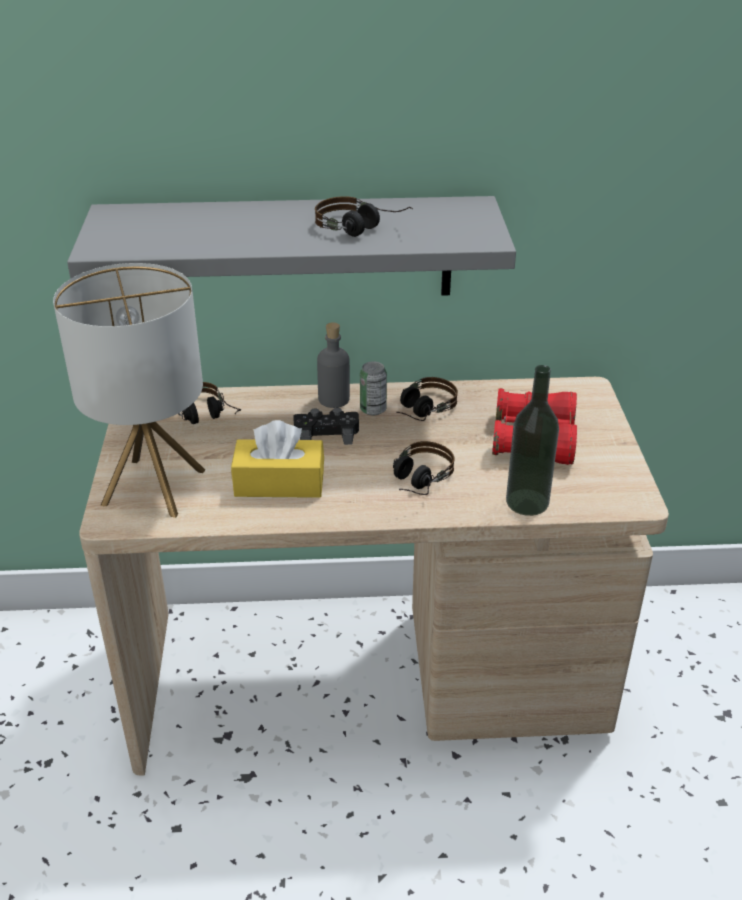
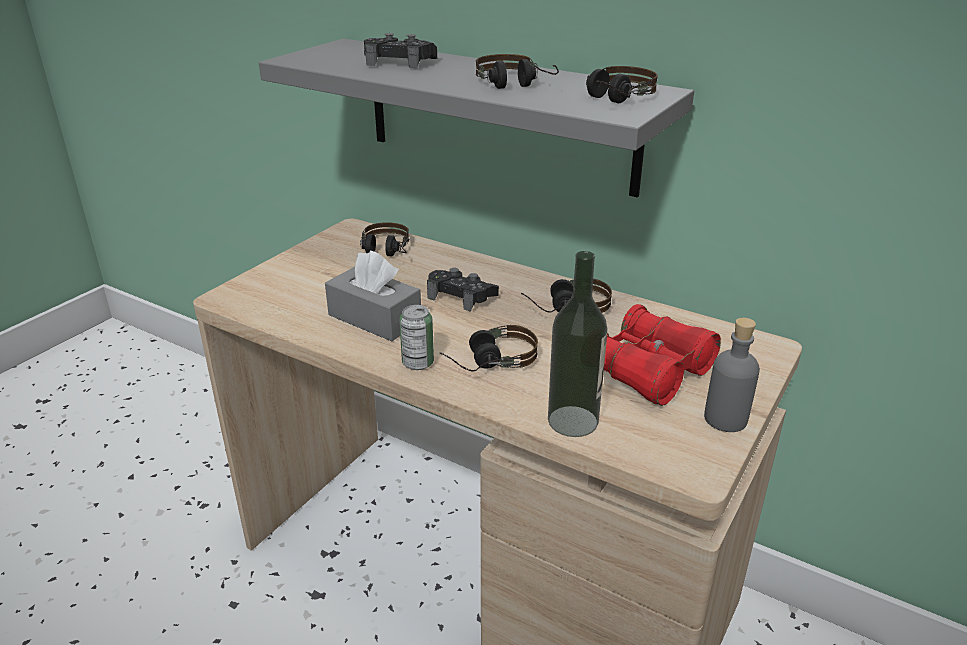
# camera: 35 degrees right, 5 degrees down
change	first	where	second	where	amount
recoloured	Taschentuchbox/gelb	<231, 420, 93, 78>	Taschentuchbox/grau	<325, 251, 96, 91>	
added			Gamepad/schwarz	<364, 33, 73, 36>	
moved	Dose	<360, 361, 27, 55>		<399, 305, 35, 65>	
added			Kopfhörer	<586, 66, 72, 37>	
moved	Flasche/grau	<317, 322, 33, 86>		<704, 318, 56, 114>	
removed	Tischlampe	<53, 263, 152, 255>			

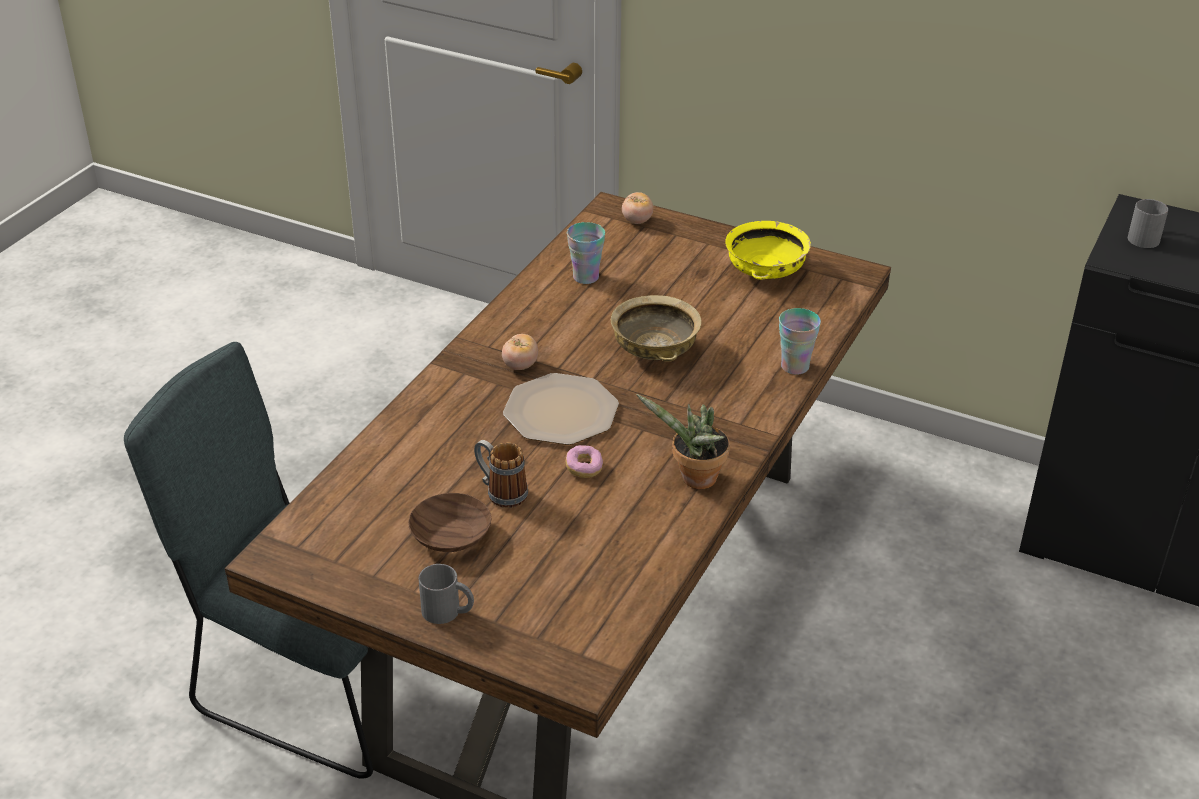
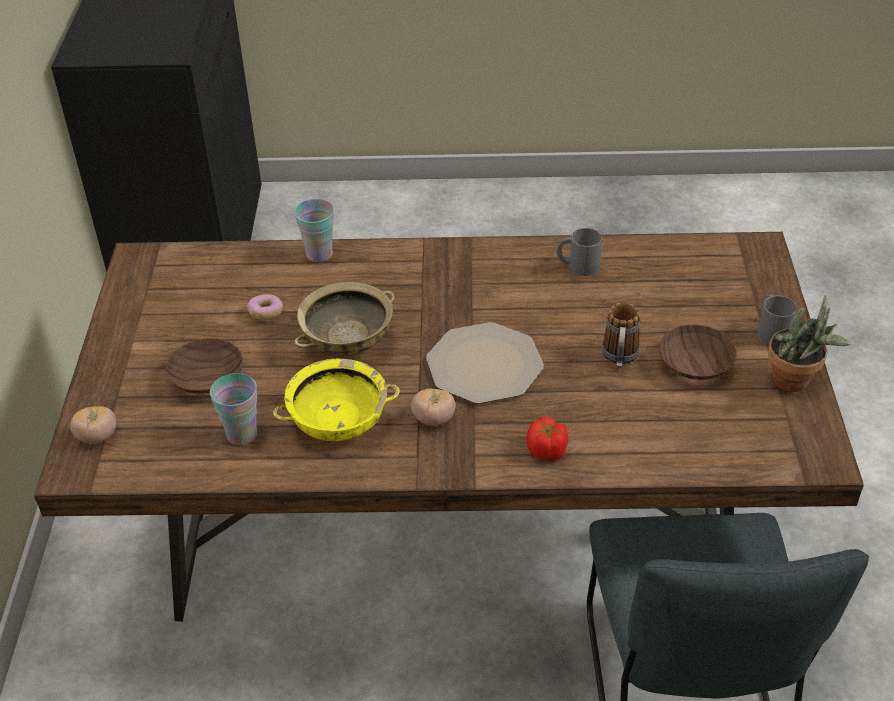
# camera: 115 degrees left, 5 degrees up
change	first	where	second	where	amount
added			Schüssel/braun	<166, 338, 77, 56>	
moved	Donut	<566, 445, 37, 33>		<247, 294, 36, 26>	
moved	Schüssel/gelb	<725, 221, 86, 59>		<273, 359, 127, 82>	
added			Tomate	<527, 417, 41, 43>	
moved	Henkelbecher/grau	<1128, 199, 40, 49>		<557, 228, 45, 48>	
moved	Topfpflanze	<636, 394, 94, 95>		<768, 295, 83, 97>	

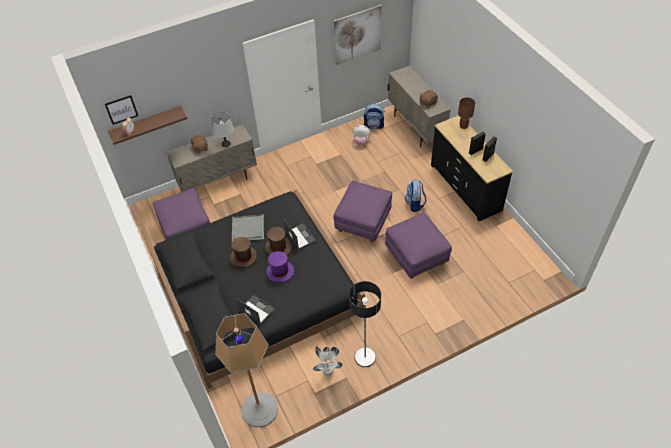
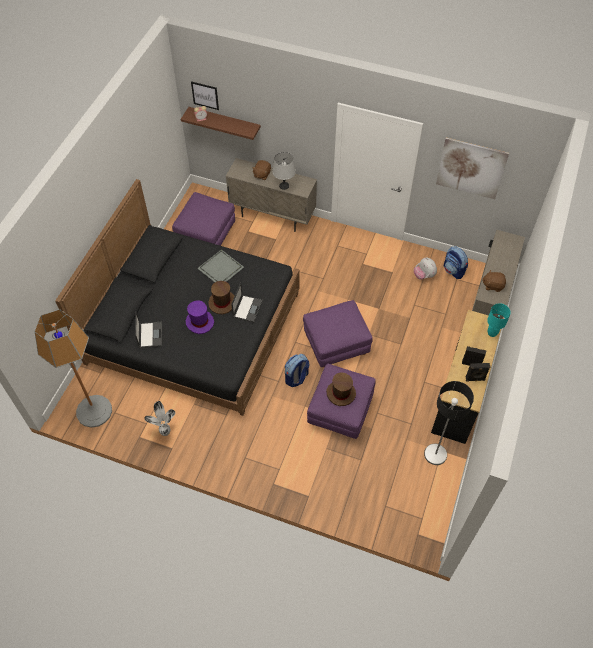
# camera: 45 degrees right, 5 degrees up
change	first	where	second	where	amount
moved	Rucksack	<405, 179, 21, 33>		<285, 354, 24, 33>	
moved	Hut/braun	<230, 237, 27, 31>		<326, 373, 30, 33>	
moved	Stehlampe	<349, 281, 32, 86>		<424, 381, 50, 84>	
recoloured	Tischlampe/braun	<458, 97, 17, 32>	Tischlampe/türkis	<487, 303, 24, 34>	

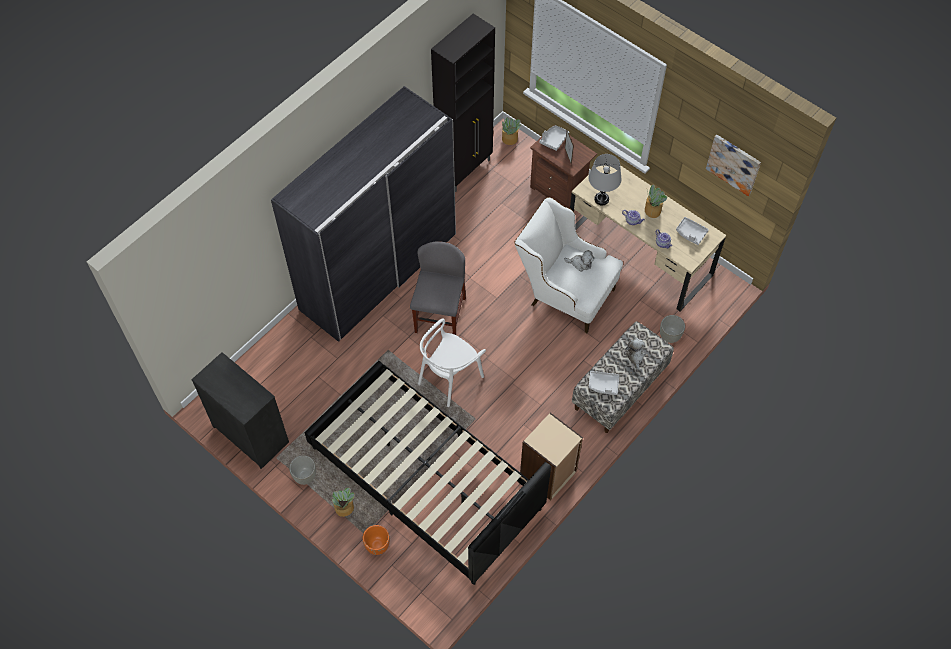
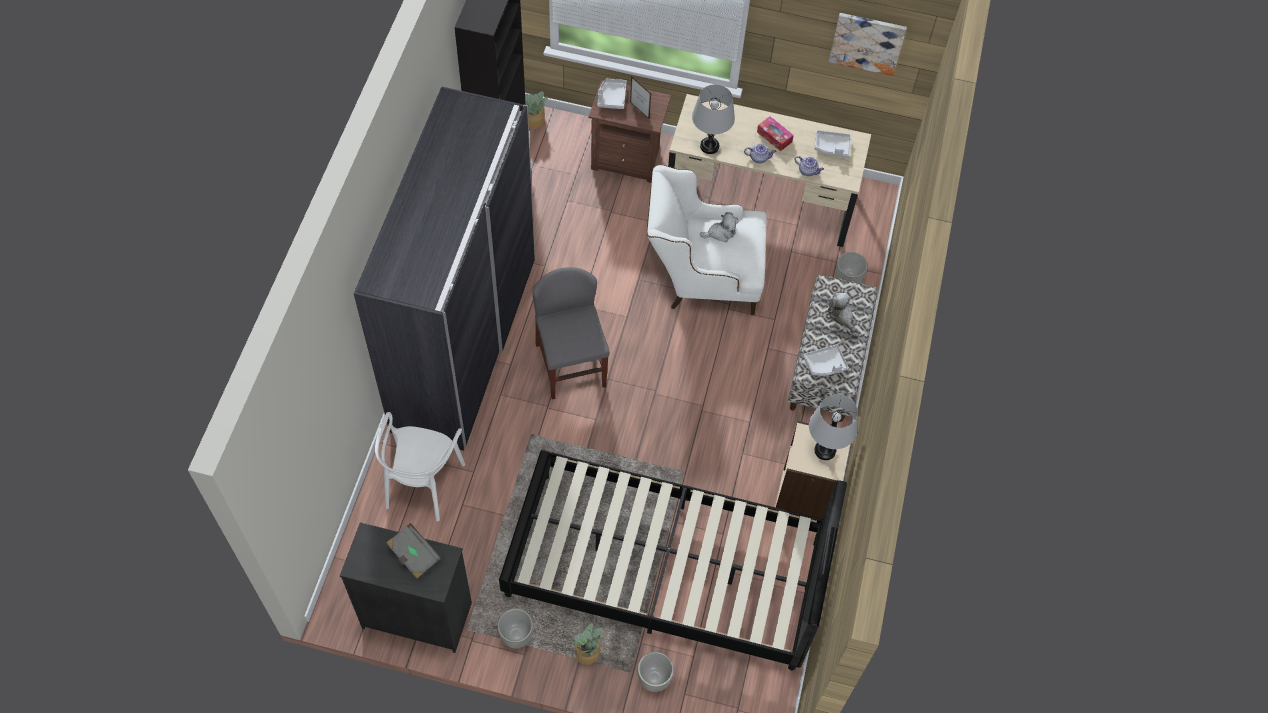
# camera: 30 degrees left, 0 degrees up
change	first	where	second	where	amount
moved	Stuhl/weiß	<418, 318, 68, 89>		<375, 412, 90, 109>	
added			Buch/grau	<386, 523, 55, 56>	
recoloured	Pflanzkübel/orange	<362, 525, 28, 30>	Pflanzkübel/grau	<637, 652, 37, 40>	
replaced	Topfpflanze	<645, 184, 22, 34>	Taschentuchbox	<757, 116, 37, 35>	
added			Tischlampe/grau	<809, 394, 49, 66>	

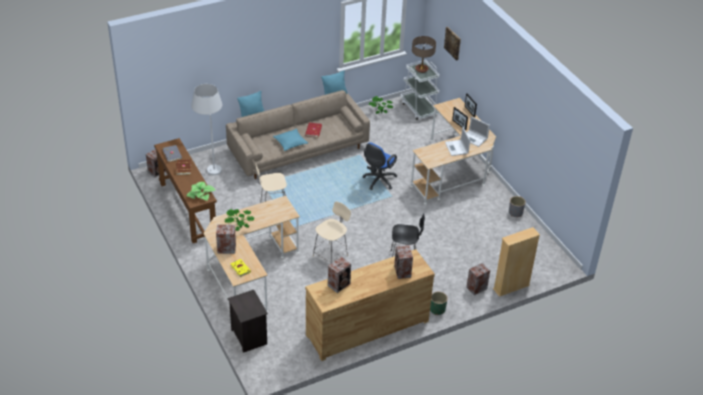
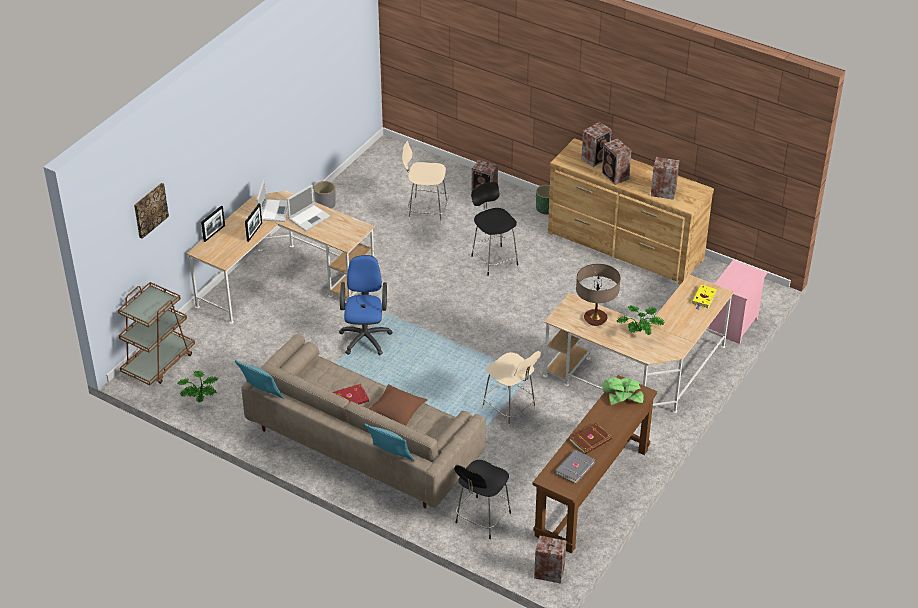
# camera: 120 degrees left, 0 degrees up
change	first	where	second	where	amount
recoloured	Rollwagen/weiß	<400, 60, 40, 60>	Rollwagen/braun	<118, 282, 77, 103>	
turned	Bürostuhl/blau	<362, 142, 35, 48>		<339, 255, 54, 100>	90 degrees counterclockwise
recoloured	Kissen/türkis	<273, 129, 35, 22>	Kissen/braun	<369, 384, 58, 42>	
moved	Stuhl/beige	<313, 201, 38, 62>		<402, 141, 47, 83>	
replaced	Stehlampe/weiß	<191, 84, 31, 91>	Stuhl/schwarz	<454, 460, 57, 79>	
moved	Tischlampe	<412, 36, 24, 37>		<576, 264, 44, 62>	
moved	Lautsprecher	<216, 225, 20, 29>		<602, 139, 29, 46>	
recoloured	Nachttisch/schwarz	<228, 290, 40, 63>	Nachttisch/rosa	<709, 260, 58, 84>	
removed	Bücherregal/beige	<493, 227, 47, 70>			

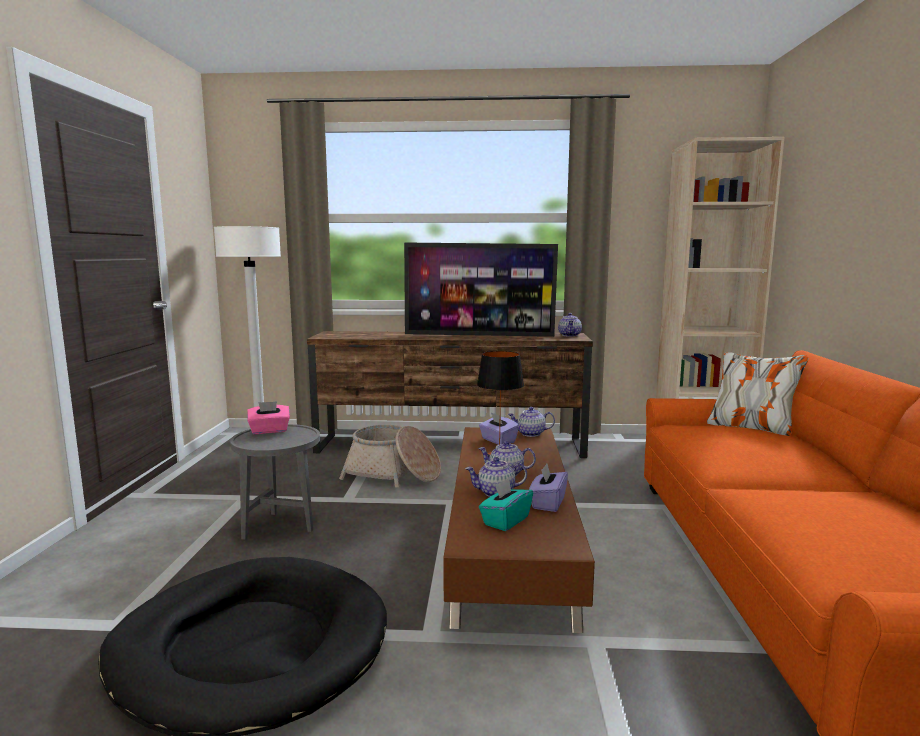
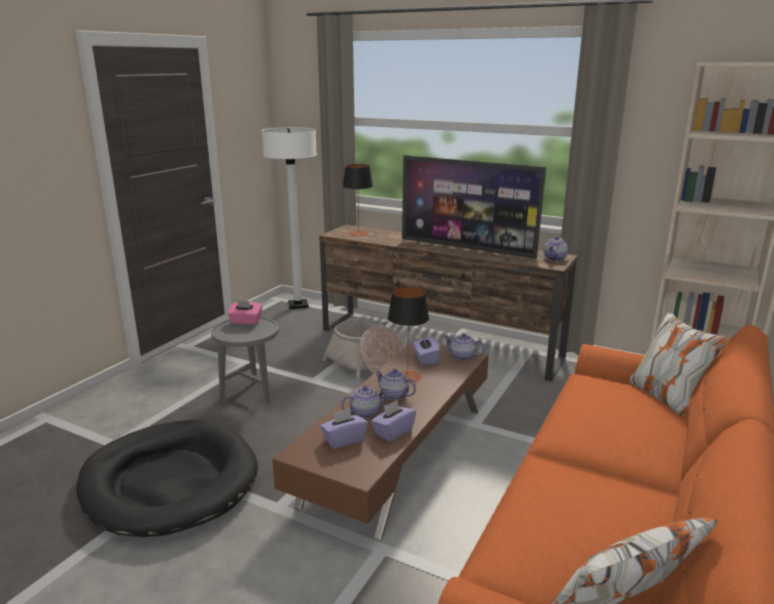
# camera: 25 degrees right, 10 degrees up
change	first	where	second	where	amount
recoloured	Taschentuchbox/türkis	<479, 478, 54, 53>	Taschentuchbox/lila	<320, 408, 48, 41>	
turned	Teekanne	<465, 457, 62, 40>		<341, 386, 48, 32>	135 degrees clockwise
added			Tischlampe	<343, 164, 30, 72>	

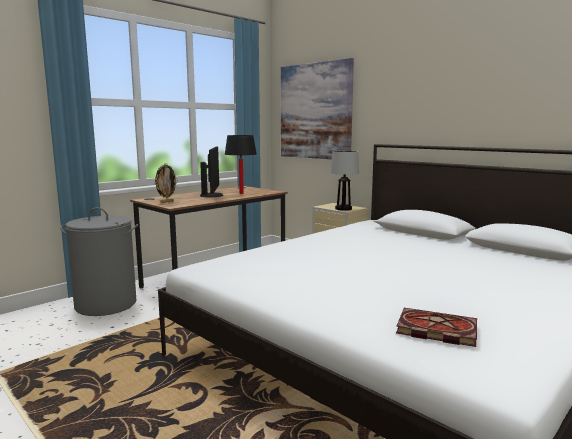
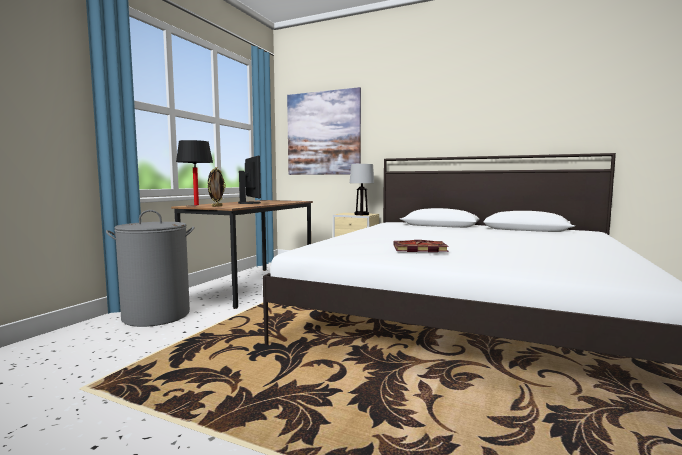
# camera: 20 degrees left, 5 degrees down
change	first	where	second	where	amount
moved	Tischlampe/schwarz	<225, 135, 32, 59>		<176, 140, 37, 66>	
moved	Buch	<396, 308, 81, 39>		<394, 240, 55, 12>	

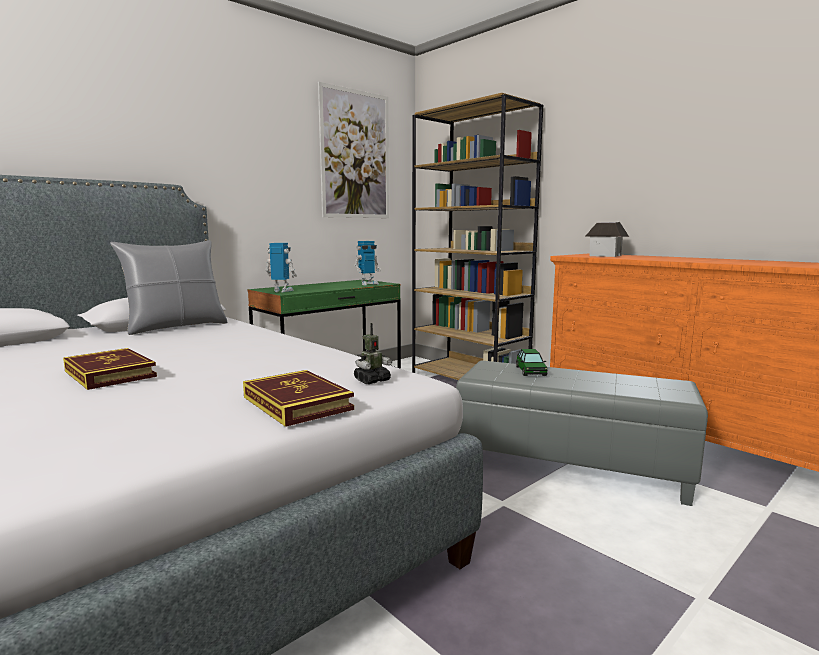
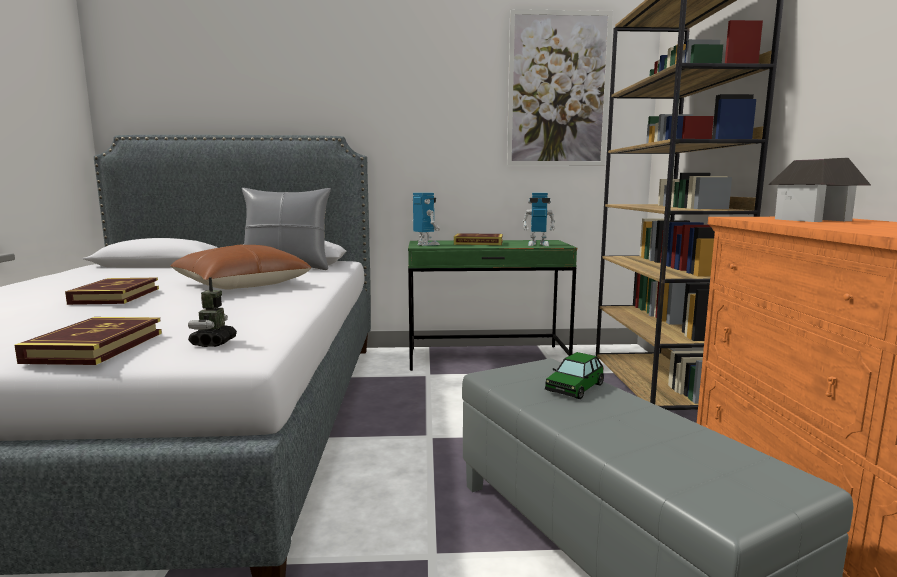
# camera: 40 degrees right, 0 degrees up
change	first	where	second	where	amount
added			Kissen/braun	<171, 245, 141, 44>	
turned	Spielzeugroboter	<354, 323, 38, 61>		<188, 277, 49, 70>	90 degrees clockwise
added			Buch	<454, 233, 49, 12>	

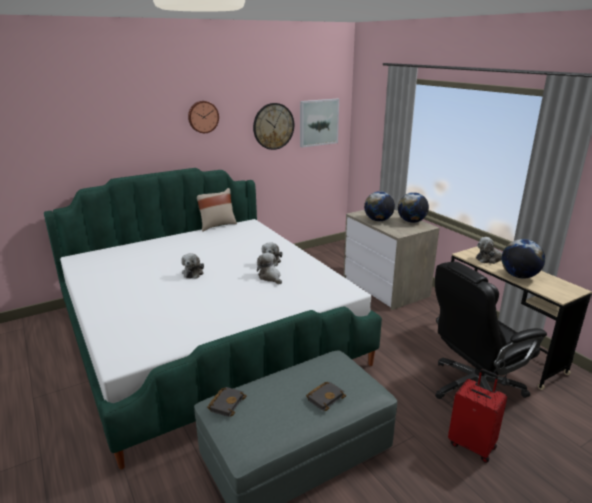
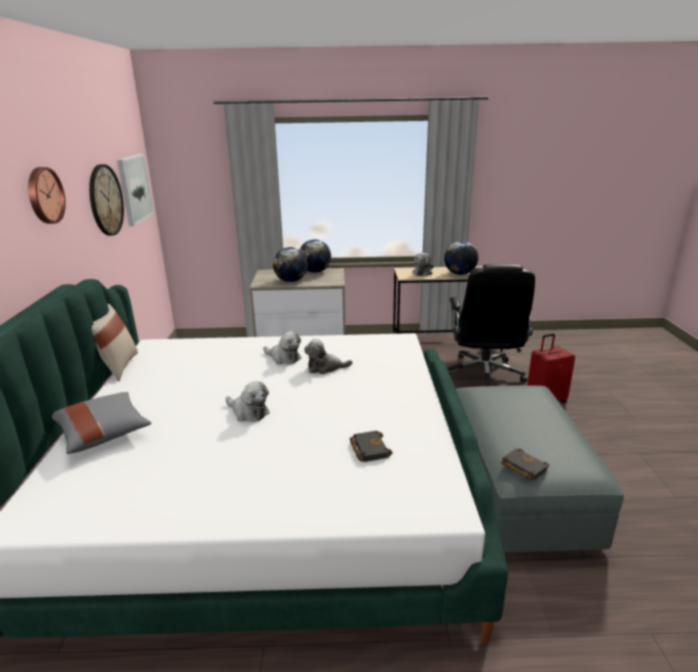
# camera: 60 degrees left, 0 degrees up
change	first	where	second	where	amount
added			Kissen/grau	<52, 392, 99, 62>	
moved	Buch/schwarz	<306, 382, 40, 29>		<349, 431, 44, 31>	

